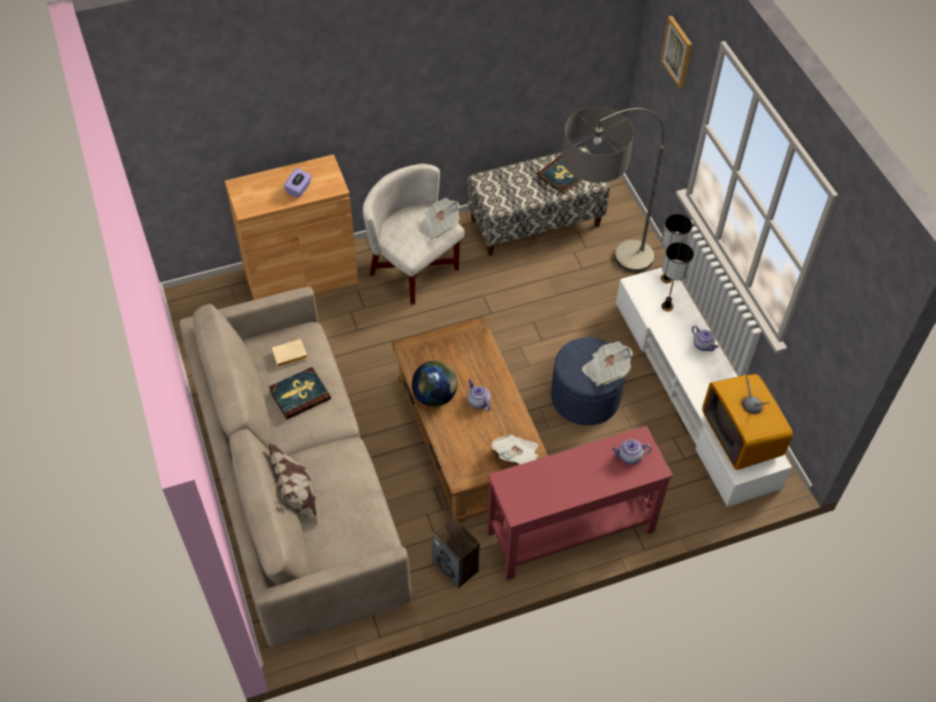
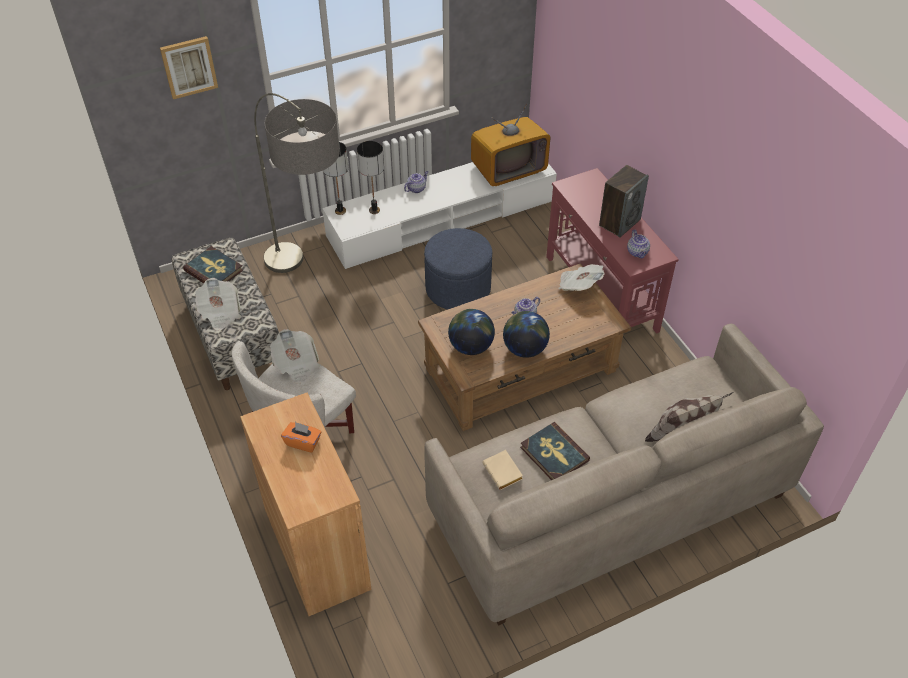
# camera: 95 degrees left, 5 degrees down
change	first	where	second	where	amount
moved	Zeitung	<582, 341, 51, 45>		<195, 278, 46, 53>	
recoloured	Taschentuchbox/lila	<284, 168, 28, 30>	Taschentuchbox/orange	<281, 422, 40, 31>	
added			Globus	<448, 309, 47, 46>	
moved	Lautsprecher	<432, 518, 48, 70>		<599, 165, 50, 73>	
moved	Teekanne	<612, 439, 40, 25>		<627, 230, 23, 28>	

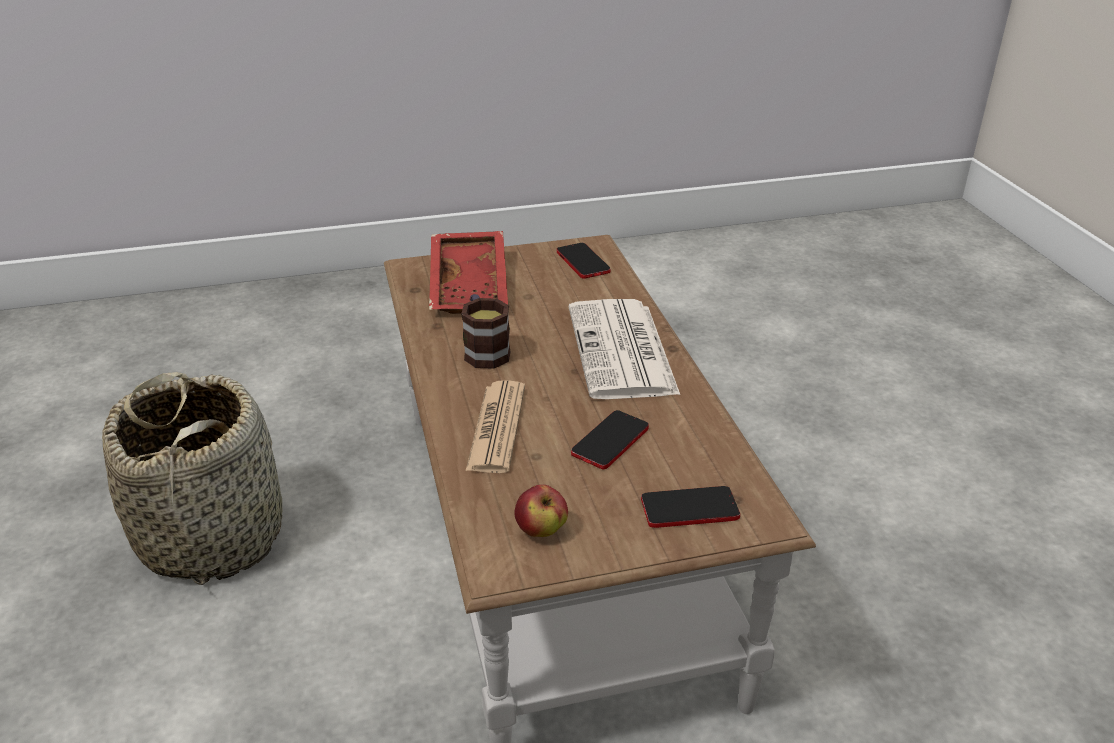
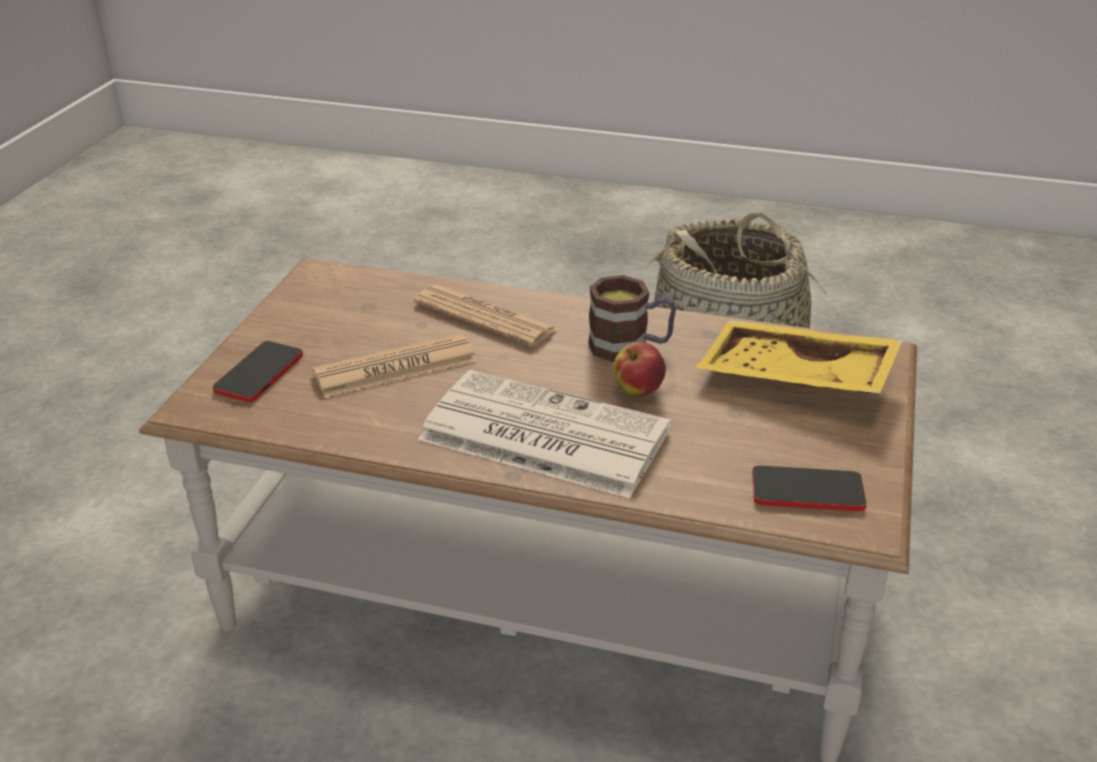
# camera: 120 degrees right, 0 degrees up
change	first	where	second	where	amount
replaced	Handy	<571, 410, 78, 59>	Zeitung	<312, 333, 165, 65>	
moved	Apfel	<514, 485, 54, 52>		<613, 342, 53, 54>	
recoloured	Tablett/rot	<429, 231, 79, 83>	Tablett/gelb	<695, 321, 208, 73>	

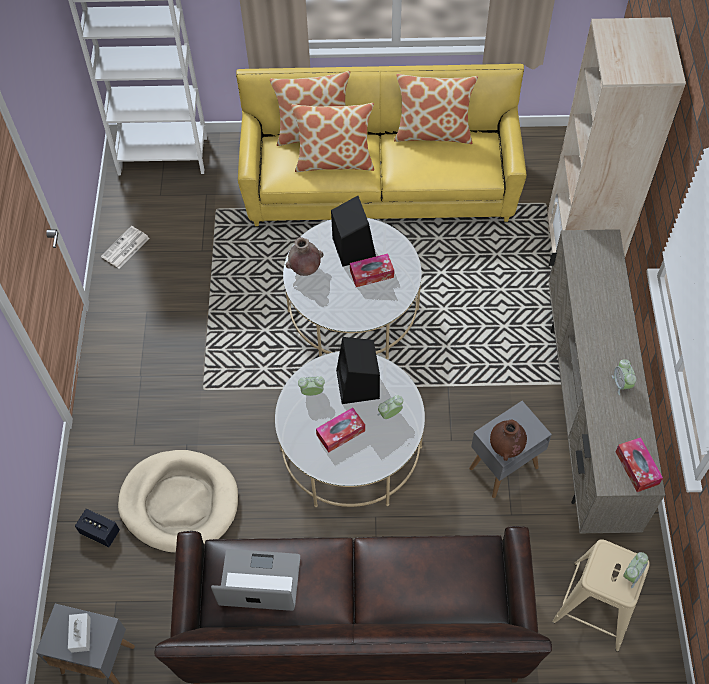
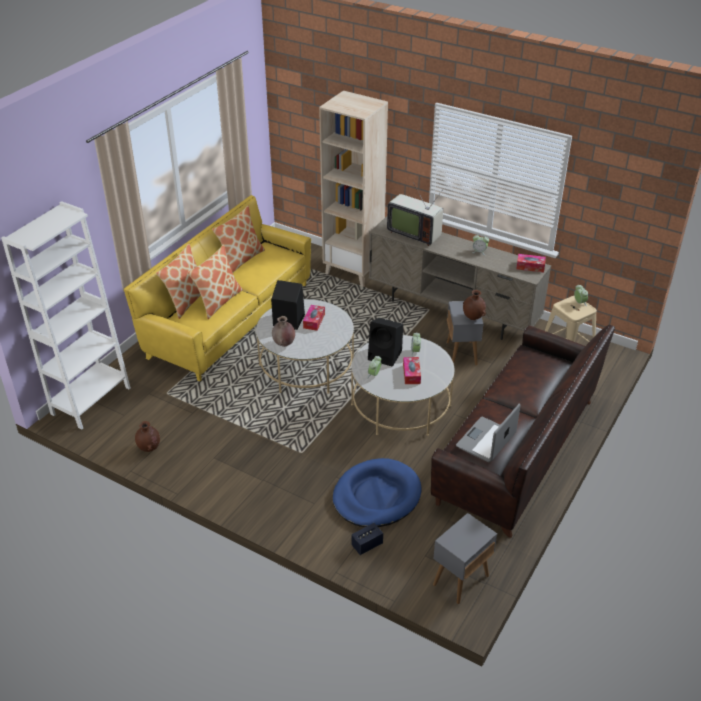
# camera: 60 degrees left, 20 degrees down
change	first	where	second	where	amount
replaced	Zeitung	<101, 226, 48, 43>	Vase/braun	<135, 421, 25, 31>	
recoloured	Hundebett/beige	<118, 450, 120, 103>	Hundebett/blau	<333, 458, 88, 69>	
added			Fernseher	<387, 182, 56, 64>	
removed	Taschentuchbox/weiß	<68, 613, 23, 40>			

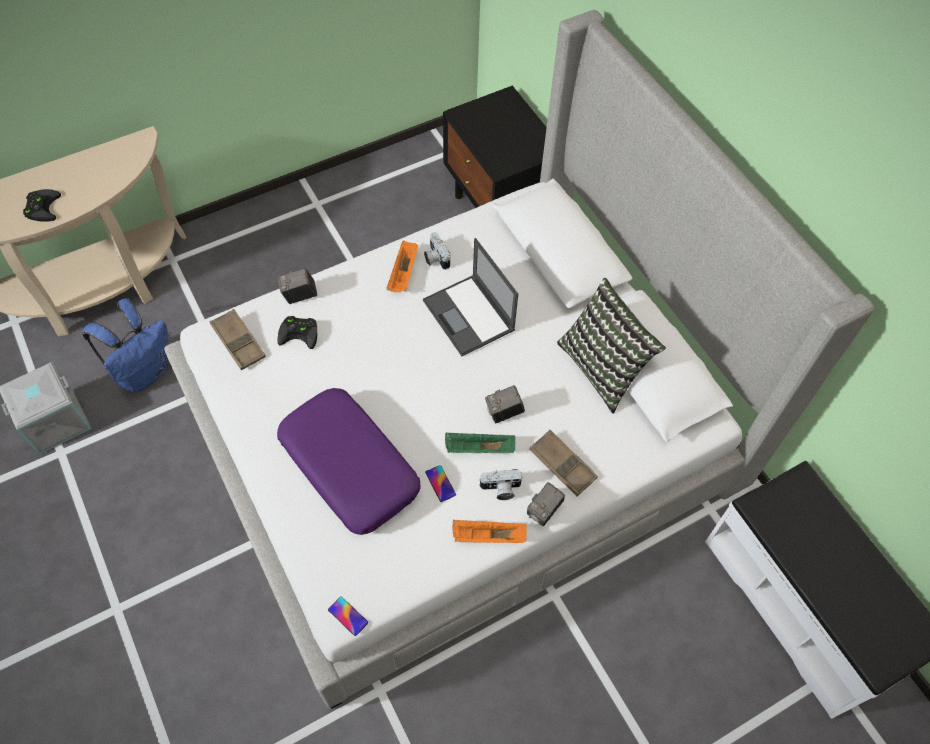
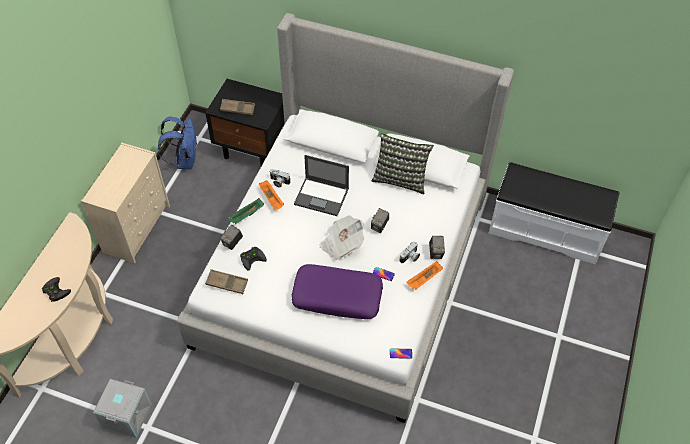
# camera: 40 degrees left, 5 degrees down
change	first	where	second	where	amount
added			Kommode/beige	<81, 143, 89, 120>	
moved	Rucksack/blau	<82, 298, 86, 95>		<157, 117, 40, 52>	
moved	Tablett/braun	<529, 430, 69, 67>		<220, 99, 35, 16>	
moved	Tablett/grün	<445, 433, 70, 20>		<228, 198, 36, 26>	
added			Zeitung	<320, 215, 44, 45>	

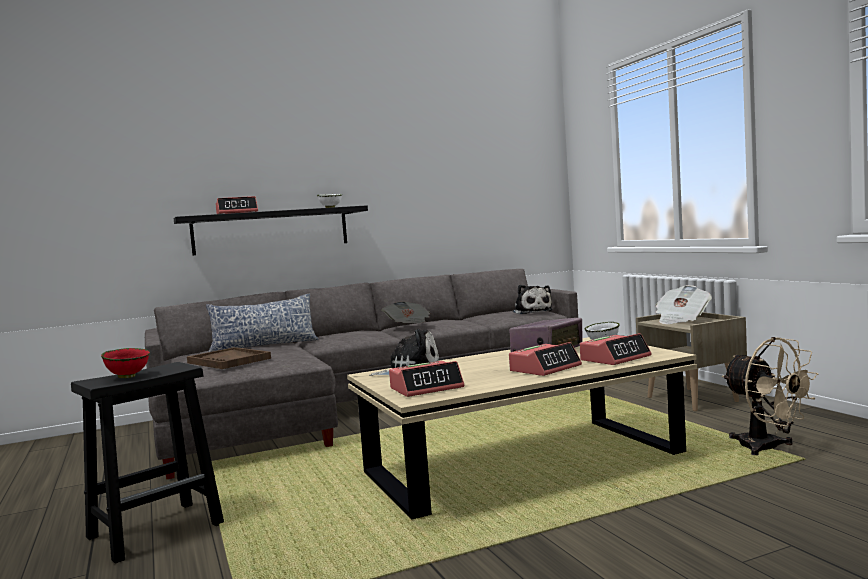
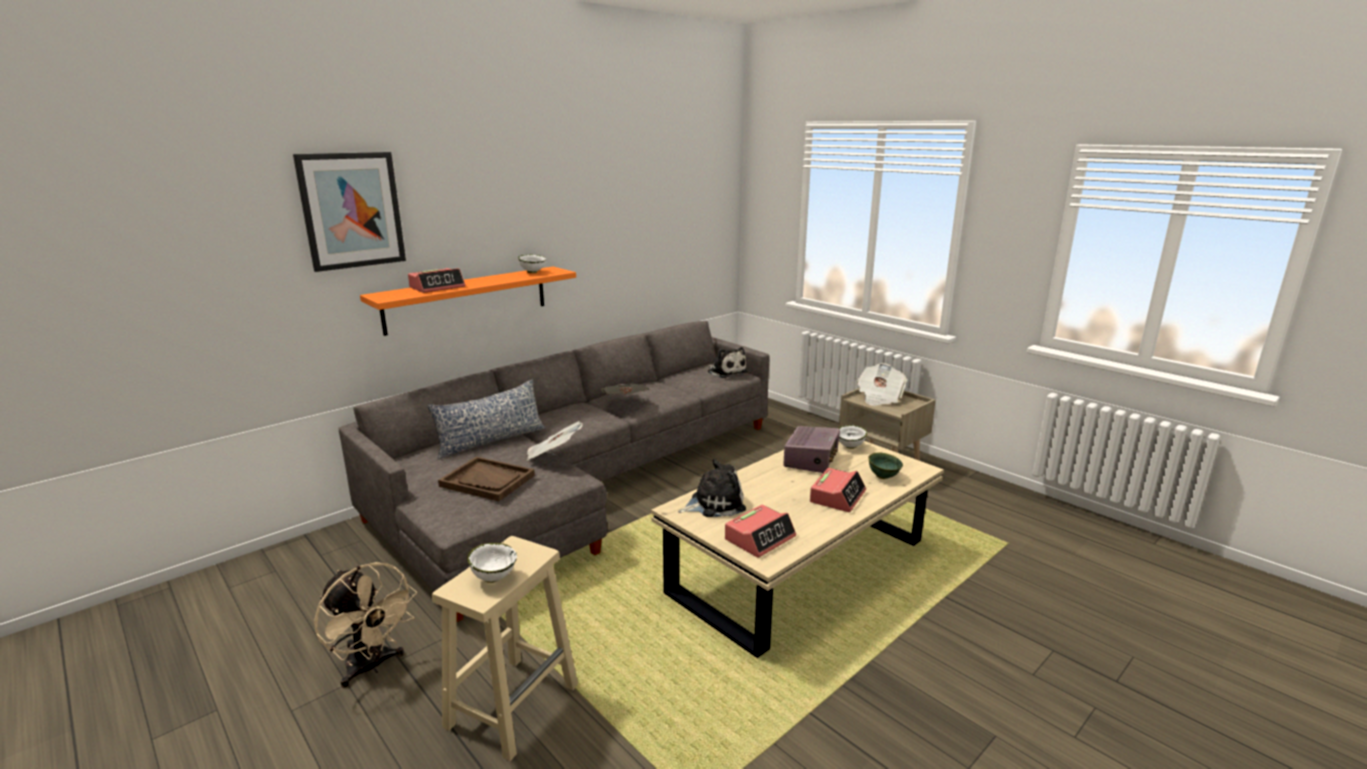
# camera: 20 degrees left, 15 degrees up
change	first	where	second	where	amount
added			Bild	<293, 152, 113, 120>	
moved	Ventilator/beige	<722, 337, 96, 118>		<314, 562, 103, 126>	
recoloured	Wandregal/schwarz	<174, 205, 194, 50>	Wandregal/orange	<360, 267, 216, 69>	
recoloured	Hocker/schwarz	<71, 362, 153, 202>	Hocker/beige	<432, 536, 146, 225>	
recoloured	Schüssel/rot	<101, 348, 49, 30>	Schüssel/weiß	<467, 543, 50, 40>	
added			Zeitung	<527, 421, 56, 39>	
replaced	Wecker	<580, 333, 72, 32>	Schüssel/grün	<868, 452, 35, 27>	

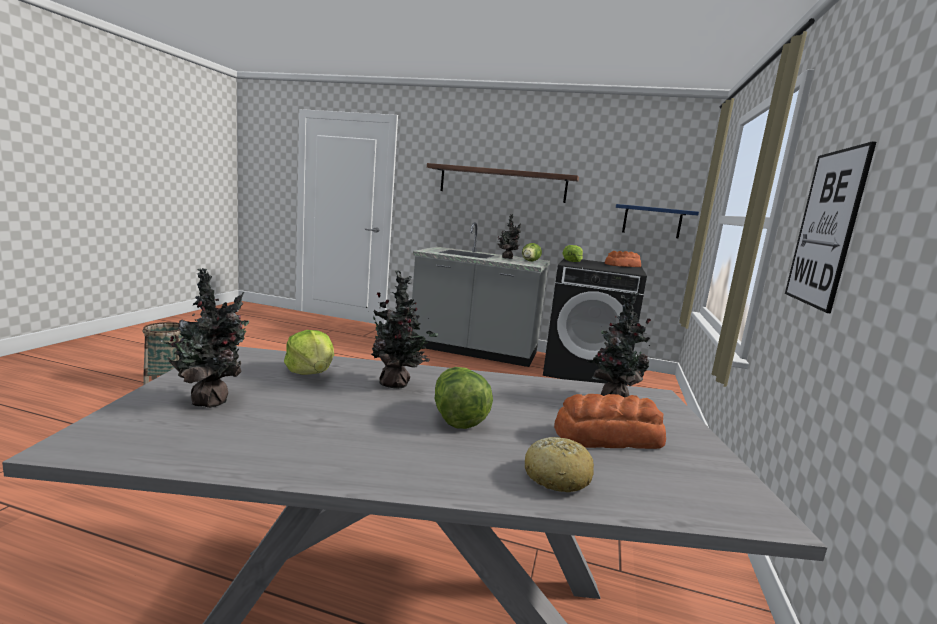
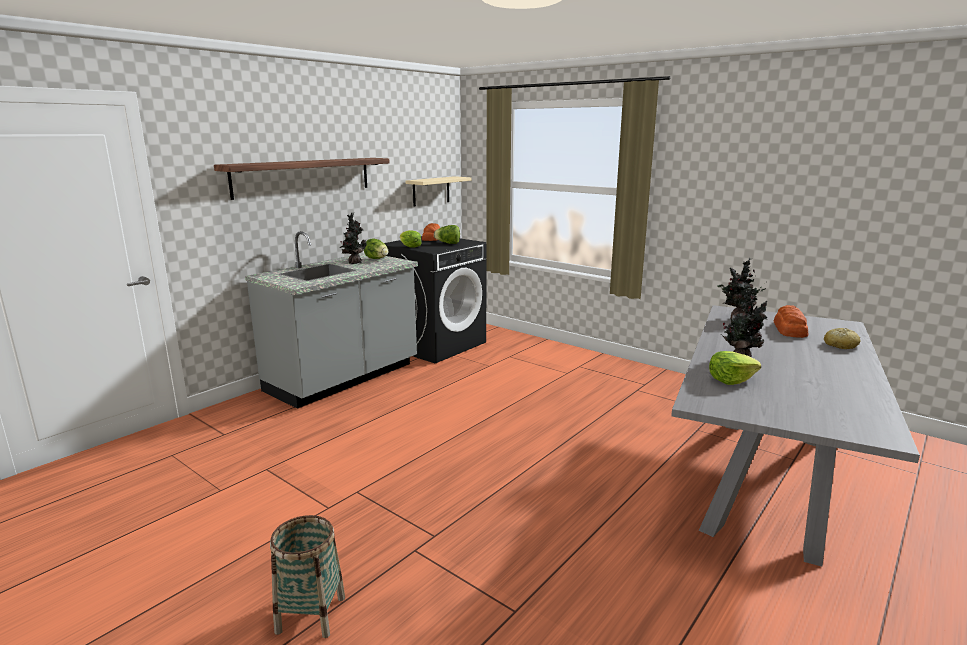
# camera: 65 degrees left, 5 degrees up
change	first	where	second	where	amount
recoloured	Wandregal/blau	<616, 204, 83, 34>	Wandregal/beige	<405, 176, 67, 31>	
moved	Salatkopf	<434, 367, 59, 62>		<434, 225, 26, 19>	
removed	Topfpflanze	<160, 268, 89, 140>			
removed	Bild	<785, 141, 91, 173>			

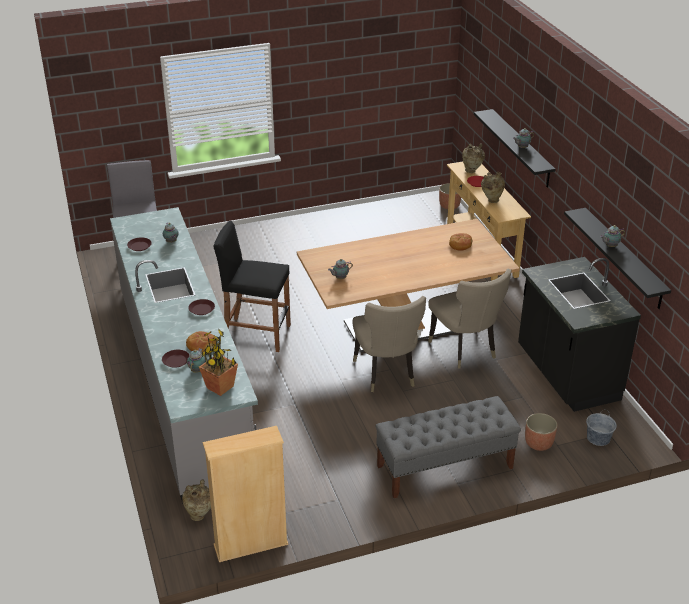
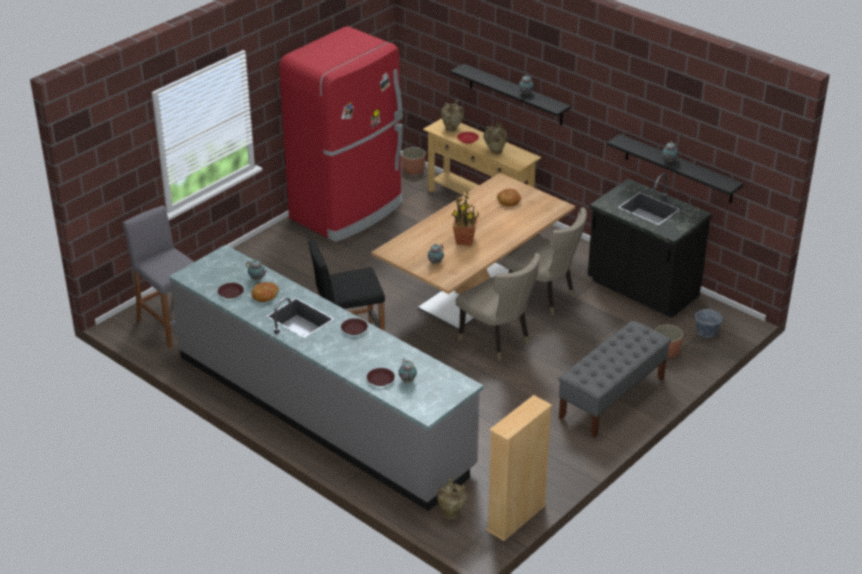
# camera: 30 degrees left, 0 degrees up
change	first	where	second	where	amount
moved	Brot	<186, 331, 30, 21>		<251, 282, 28, 20>	
added			Kühlschrank/rot	<279, 26, 124, 216>	
moved	Topfpflanze	<199, 328, 39, 68>		<452, 190, 27, 56>	

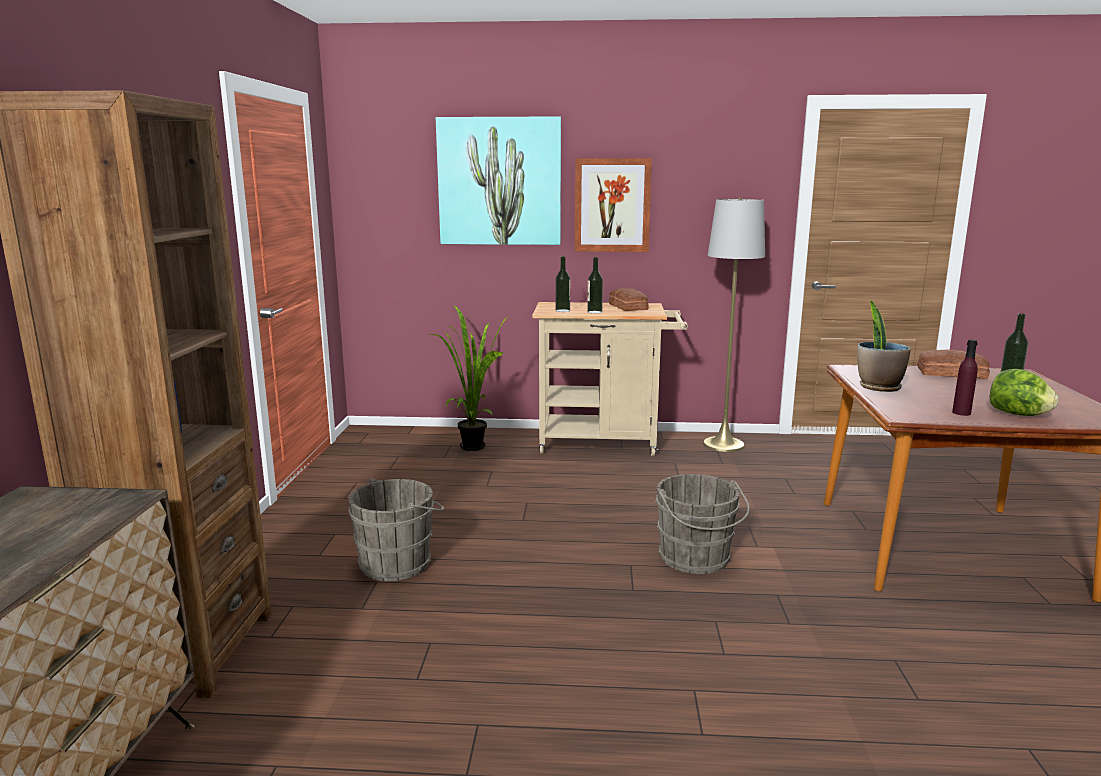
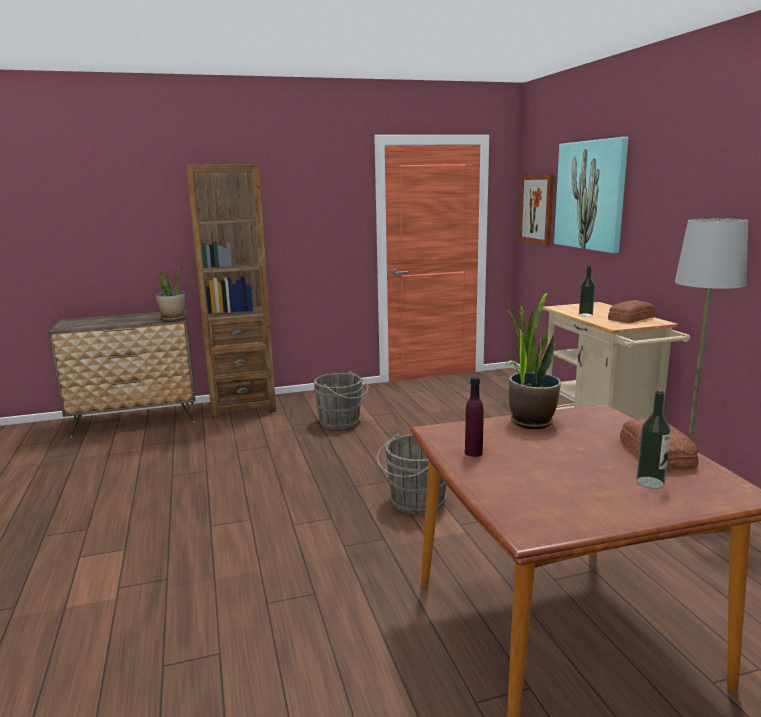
# camera: 70 degrees right, 0 degrees up
change	first	where	second	where	amount
added			Topfpflanze	<155, 265, 31, 56>	
moved	Bild	<575, 158, 77, 94>		<519, 174, 35, 72>	
removed	Flasche	<555, 256, 15, 56>			
removed	Salatkopf	<990, 369, 68, 47>			

